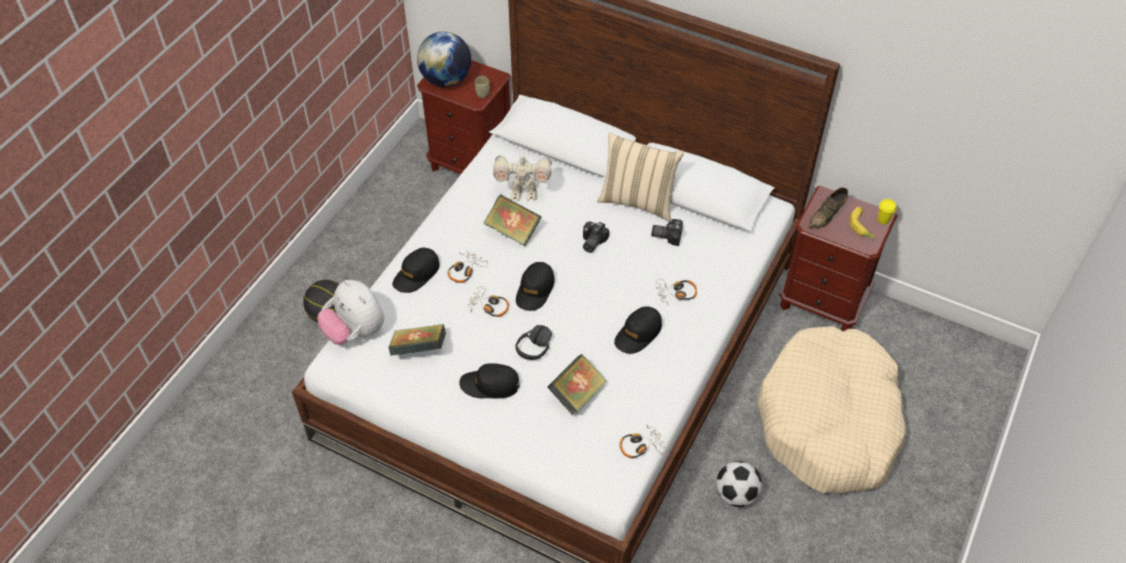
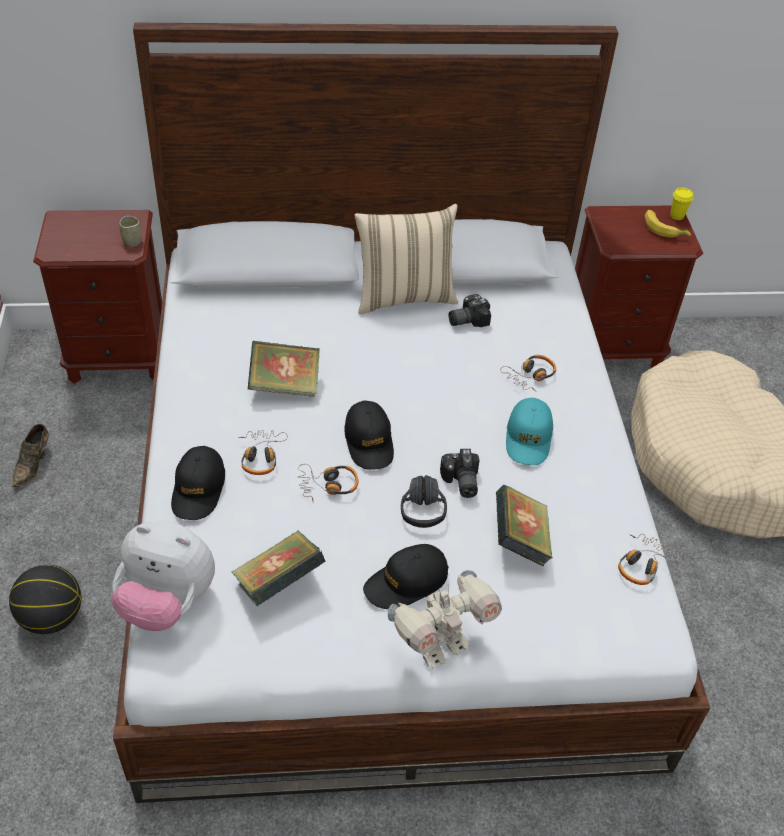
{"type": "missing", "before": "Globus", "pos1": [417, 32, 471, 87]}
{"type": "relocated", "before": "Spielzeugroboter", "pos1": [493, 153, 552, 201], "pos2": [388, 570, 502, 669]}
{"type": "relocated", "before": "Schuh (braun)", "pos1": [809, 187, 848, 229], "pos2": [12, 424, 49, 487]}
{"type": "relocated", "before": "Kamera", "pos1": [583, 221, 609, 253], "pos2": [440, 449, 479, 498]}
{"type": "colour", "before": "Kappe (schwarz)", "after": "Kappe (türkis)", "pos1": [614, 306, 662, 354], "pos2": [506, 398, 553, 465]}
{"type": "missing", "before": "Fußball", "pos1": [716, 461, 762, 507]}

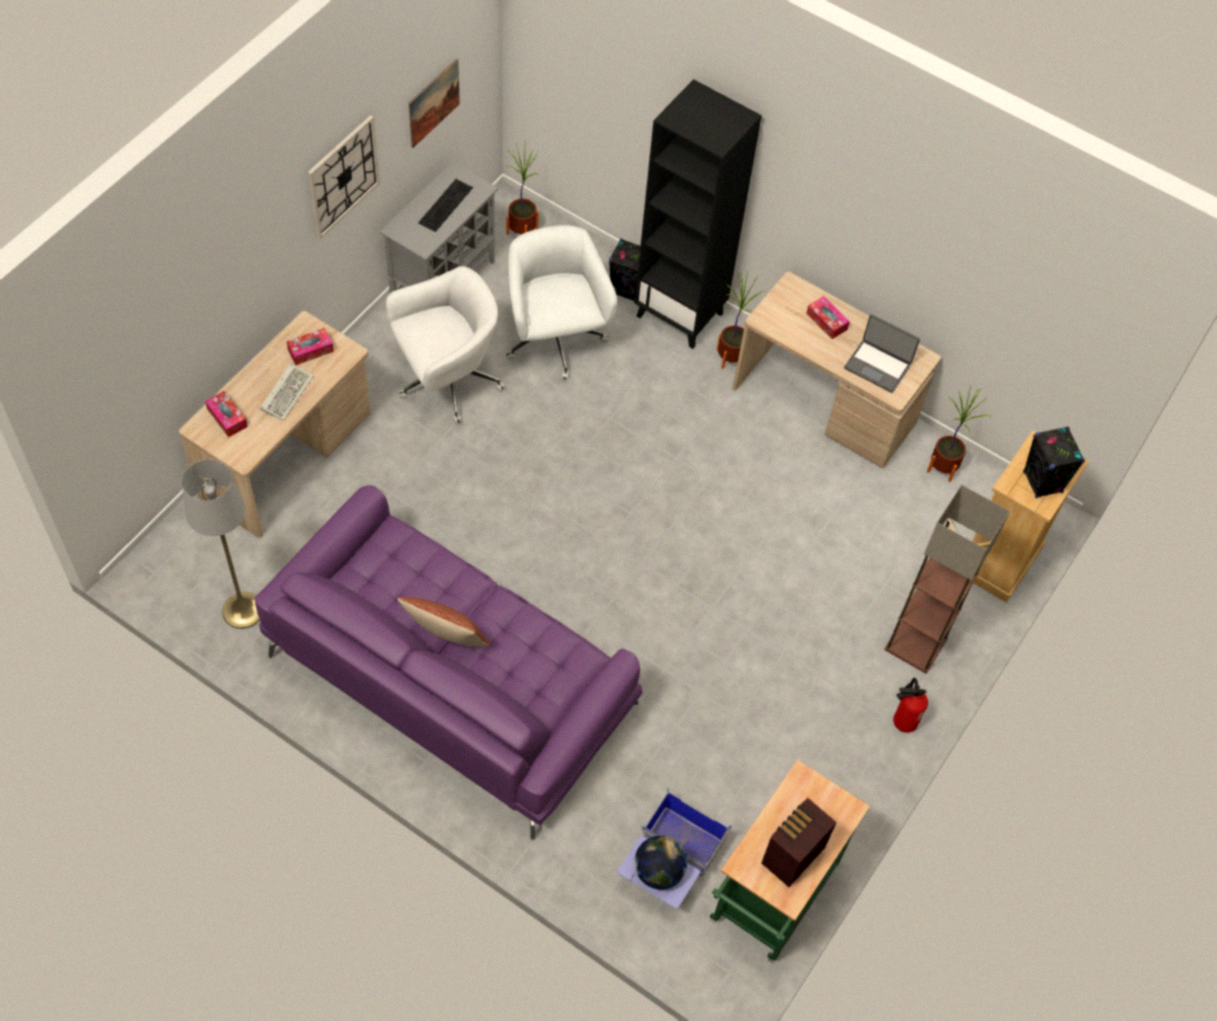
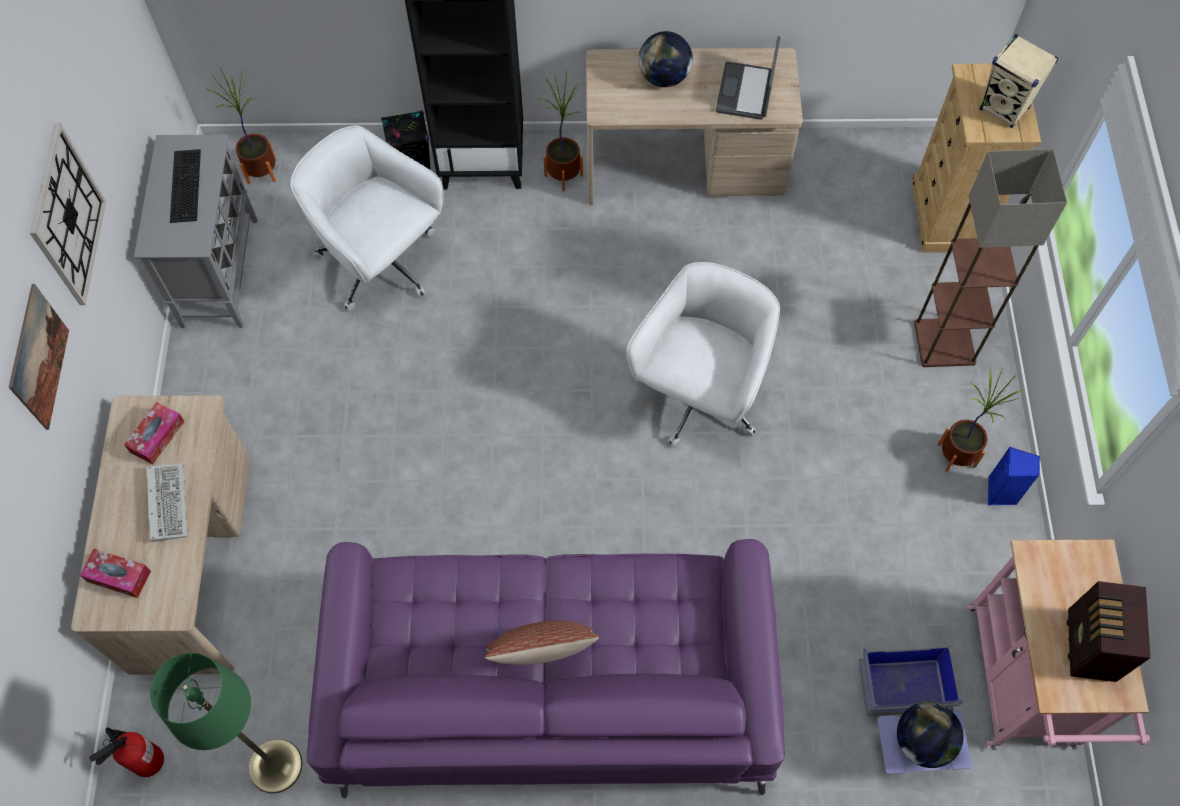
{"type": "relocated", "before": "Bild", "pos1": [408, 59, 460, 148], "pos2": [9, 284, 69, 430]}
{"type": "relocated", "before": "Bürostuhl (weiß)", "pos1": [386, 266, 505, 424], "pos2": [626, 262, 780, 447]}
{"type": "exchanged", "before": "Taschentuchbox", "after": "Globus", "pos1": [806, 296, 850, 339], "pos2": [639, 31, 693, 87]}
{"type": "spun", "before": "Laptop", "pos1": [844, 314, 920, 393], "pos2": [716, 36, 780, 120], "turn": 105}
{"type": "relocated", "before": "Topfpflanze", "pos1": [927, 386, 990, 482], "pos2": [937, 368, 1023, 472]}
{"type": "colour", "before": "Lautsprecher (schwarz)", "after": "Lautsprecher (beige)", "pos1": [1023, 426, 1085, 498], "pos2": [980, 34, 1058, 128]}
{"type": "colour", "before": "Stehlampe (grau)", "after": "Stehlampe (grün)", "pos1": [182, 459, 260, 629], "pos2": [150, 653, 302, 794]}
{"type": "relocated", "before": "Feuerlöscher", "pos1": [893, 678, 928, 733], "pos2": [89, 727, 164, 777]}
{"type": "colour", "before": "Rollwagen (grün)", "after": "Rollwagen (rosa)", "pos1": [710, 760, 870, 962], "pos2": [966, 539, 1150, 751]}
{"type": "appeared", "after": "Lautsprecher (blau)", "pos2": [987, 447, 1040, 505]}

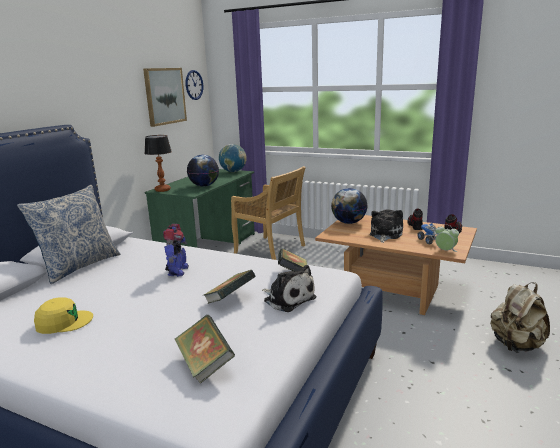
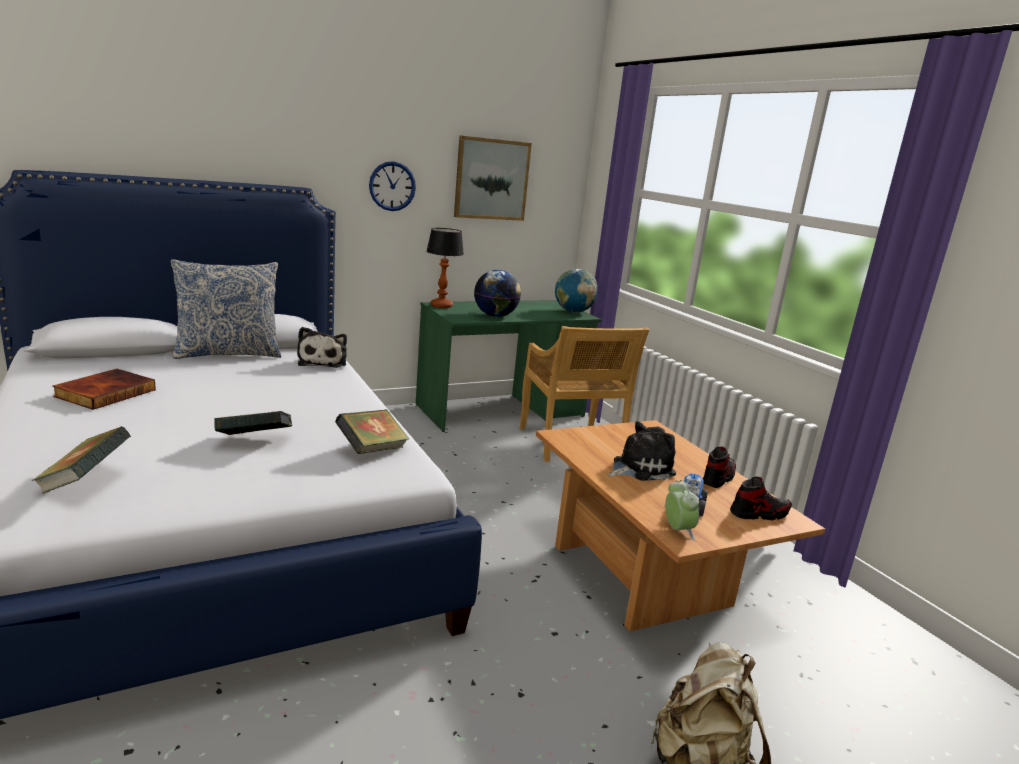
{"type": "relocated", "before": "Wanduhr", "pos1": [186, 70, 203, 100], "pos2": [369, 161, 416, 211]}
{"type": "missing", "before": "Globus", "pos1": [331, 188, 368, 224]}
{"type": "missing", "before": "Spielzeugroboter", "pos1": [163, 224, 189, 277]}
{"type": "relocated", "before": "Plüschtier", "pos1": [262, 265, 317, 312], "pos2": [297, 327, 347, 368]}
{"type": "exchanged", "before": "Kappe (gelb)", "after": "Buch", "pos1": [34, 297, 93, 334], "pos2": [52, 369, 156, 410]}

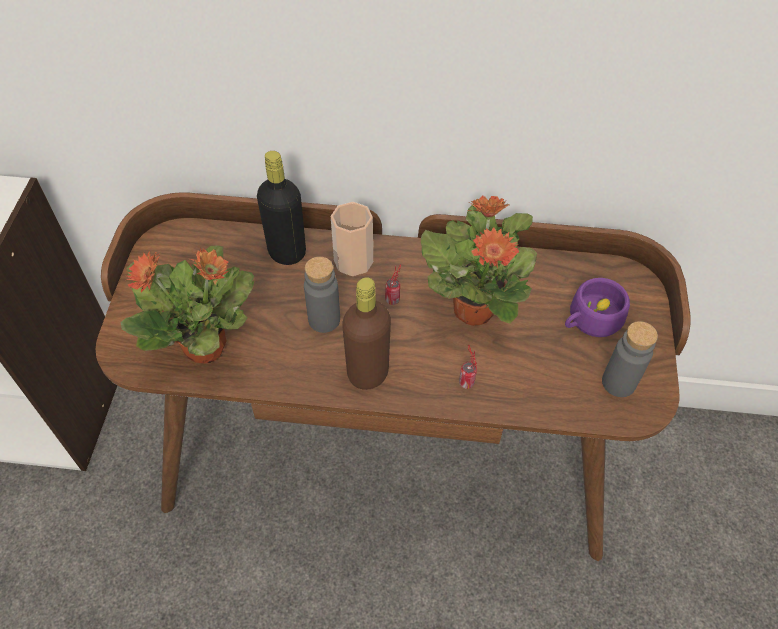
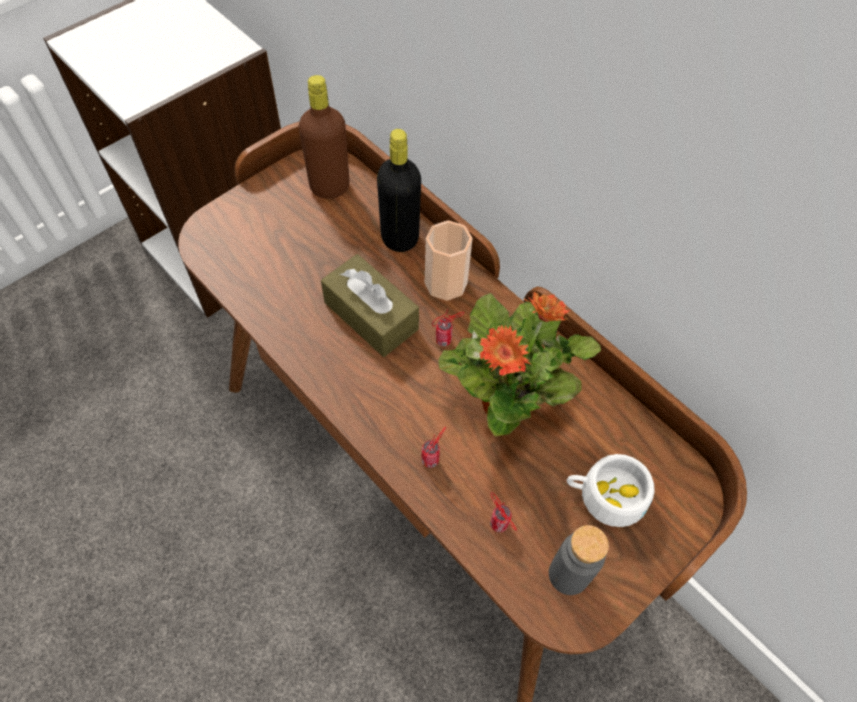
{"type": "missing", "before": "Topfpflanze", "pos1": [121, 245, 255, 364]}
{"type": "exchanged", "before": "Flasche (grau)", "after": "Taschentuchbox (braun)", "pos1": [304, 257, 340, 333], "pos2": [321, 254, 419, 357]}
{"type": "relocated", "before": "Flasche (braun)", "pos1": [342, 277, 391, 390], "pos2": [299, 75, 350, 199]}
{"type": "colour", "before": "Tasse (lila)", "after": "Tasse (weiß)", "pos1": [565, 278, 630, 337], "pos2": [567, 454, 655, 527]}
{"type": "appeared", "after": "Dose", "pos2": [490, 492, 517, 532]}

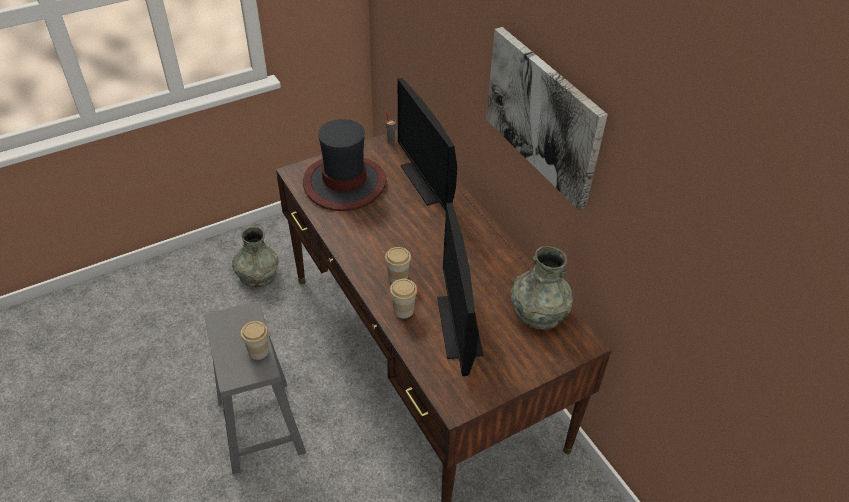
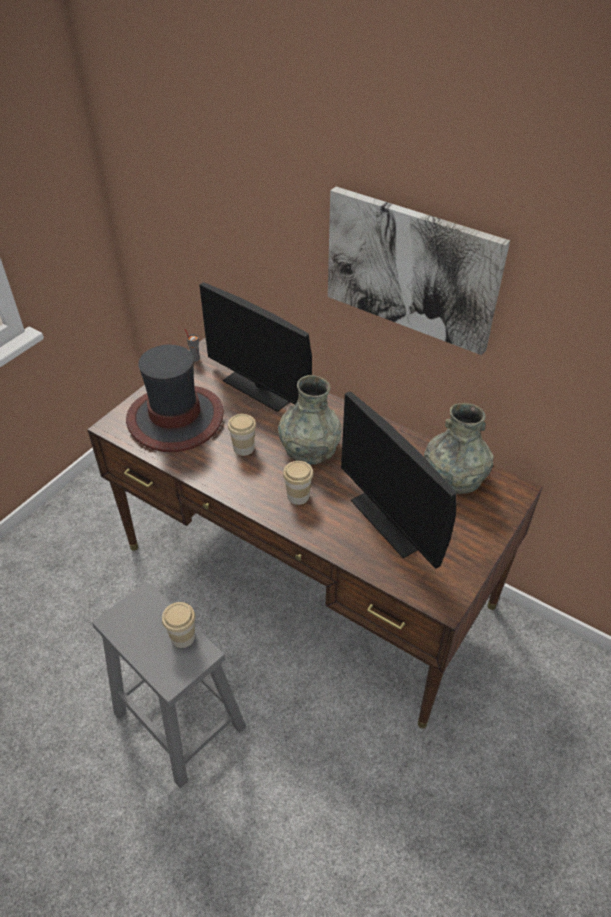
{"type": "relocated", "before": "Vase (grau)", "pos1": [232, 227, 279, 287], "pos2": [278, 375, 342, 465]}
{"type": "relocated", "before": "Tasse", "pos1": [390, 279, 417, 318], "pos2": [228, 414, 256, 456]}

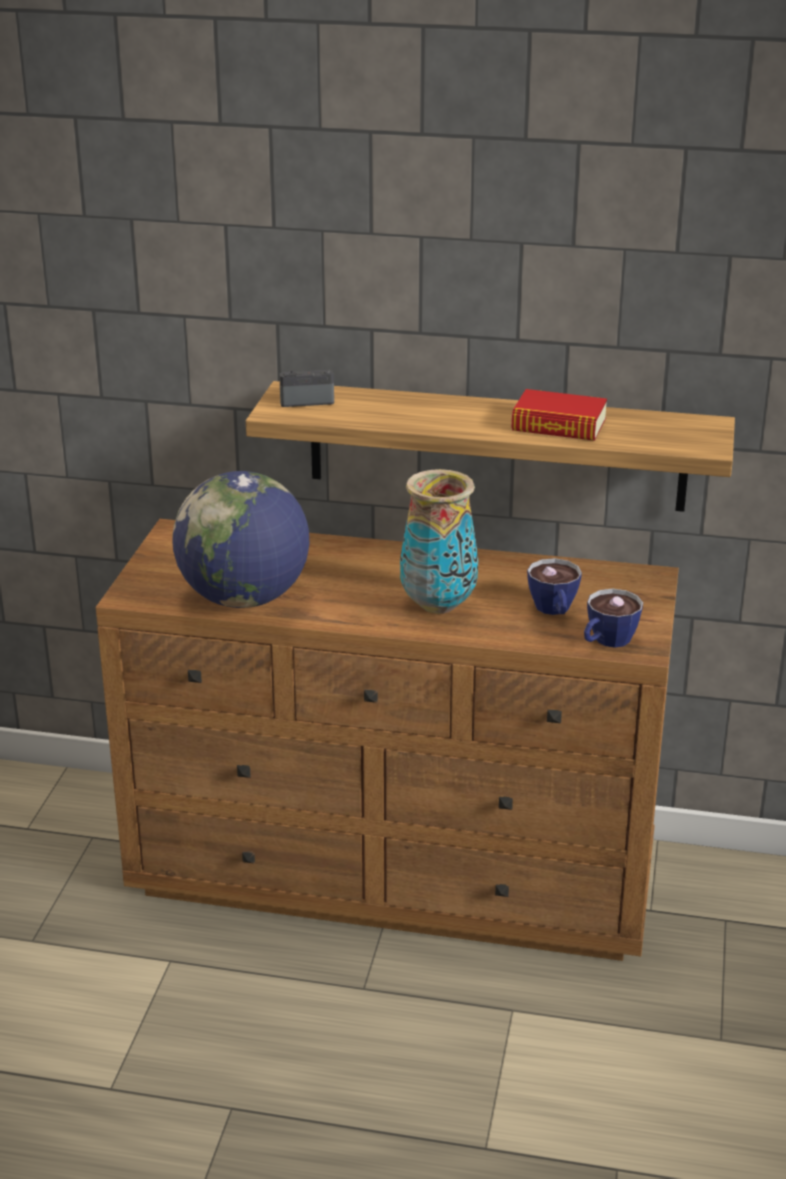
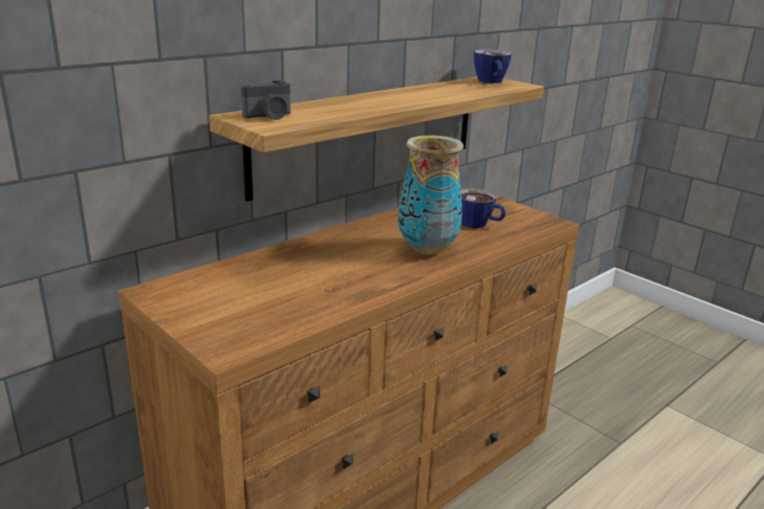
{"type": "spun", "before": "Kamera", "pos1": [279, 369, 334, 407], "pos2": [241, 80, 291, 120], "turn": -150}
{"type": "missing", "before": "Buch", "pos1": [511, 389, 607, 441]}
{"type": "missing", "before": "Globus", "pos1": [172, 471, 309, 608]}
{"type": "relocated", "before": "Tasse", "pos1": [584, 589, 643, 648], "pos2": [474, 49, 512, 83]}

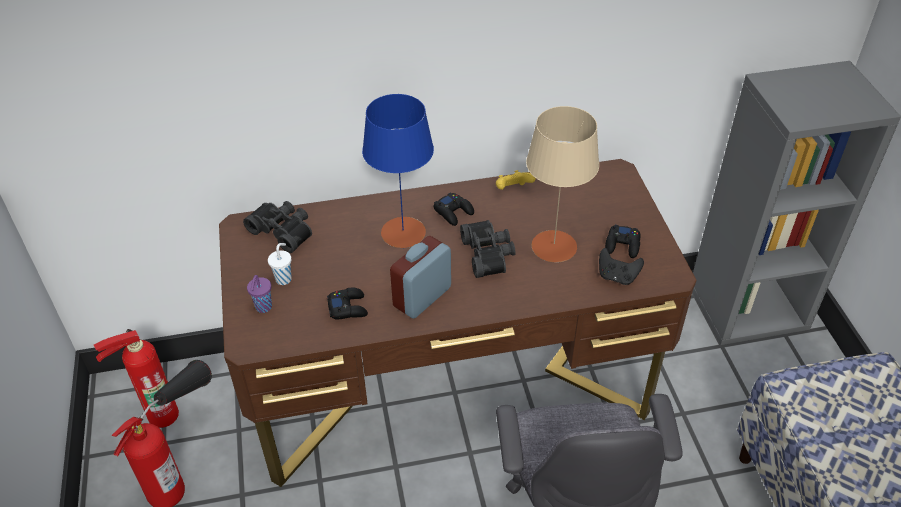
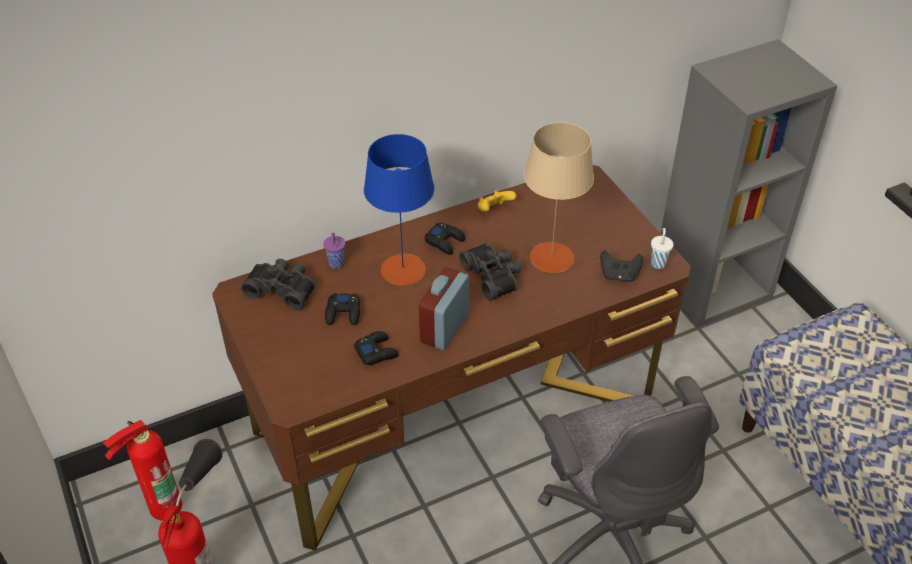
{"type": "relocated", "before": "Gamepad (schwarz)", "pos1": [605, 225, 640, 258], "pos2": [325, 293, 360, 325]}
{"type": "relocated", "before": "Tasse (weiß)", "pos1": [268, 243, 292, 285], "pos2": [651, 228, 673, 269]}
{"type": "relocated", "before": "Tasse (lila)", "pos1": [247, 275, 272, 313], "pos2": [323, 232, 345, 269]}

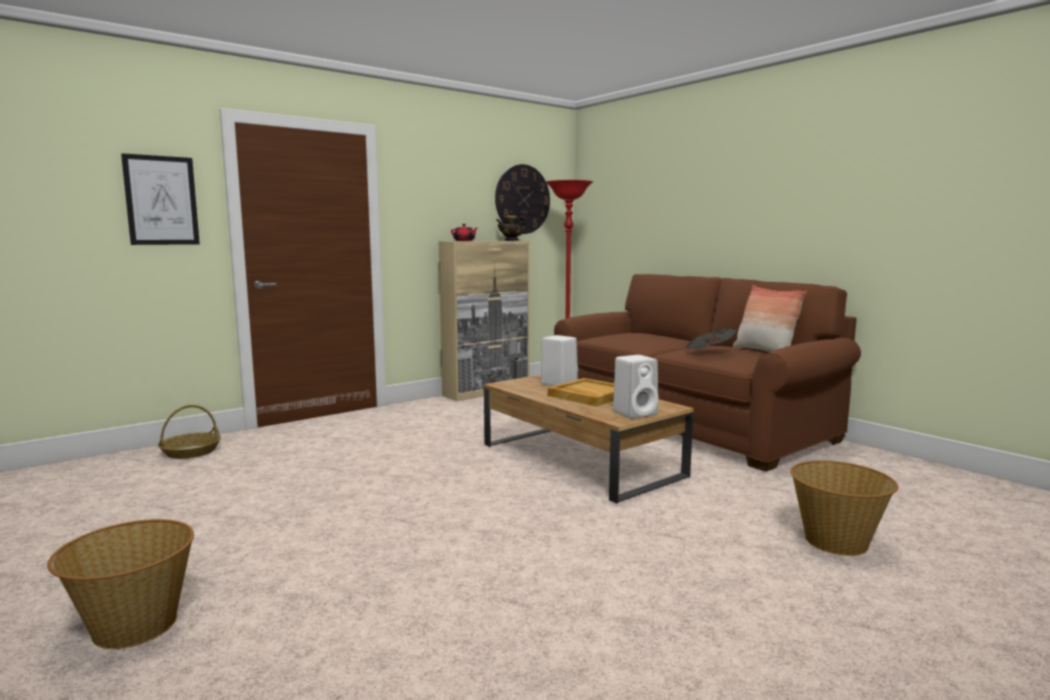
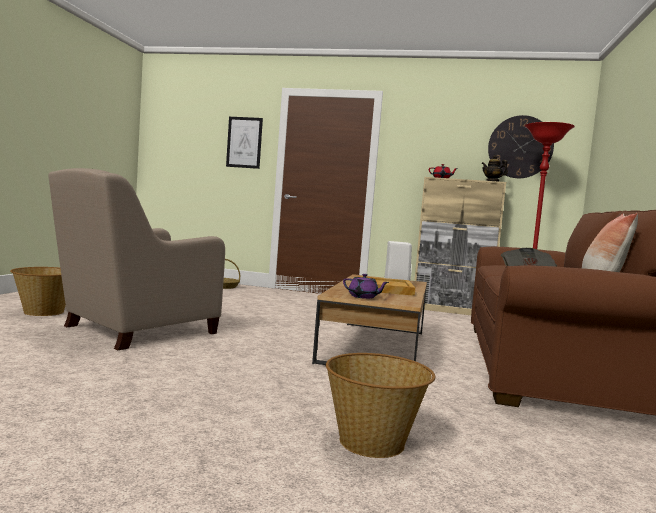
{"type": "exchanged", "before": "Lautsprecher (weiß)", "after": "Teekanne (lila)", "pos1": [613, 355, 658, 419], "pos2": [343, 274, 389, 299]}
{"type": "appeared", "after": "Sessel (beige)", "pos2": [48, 168, 225, 350]}

